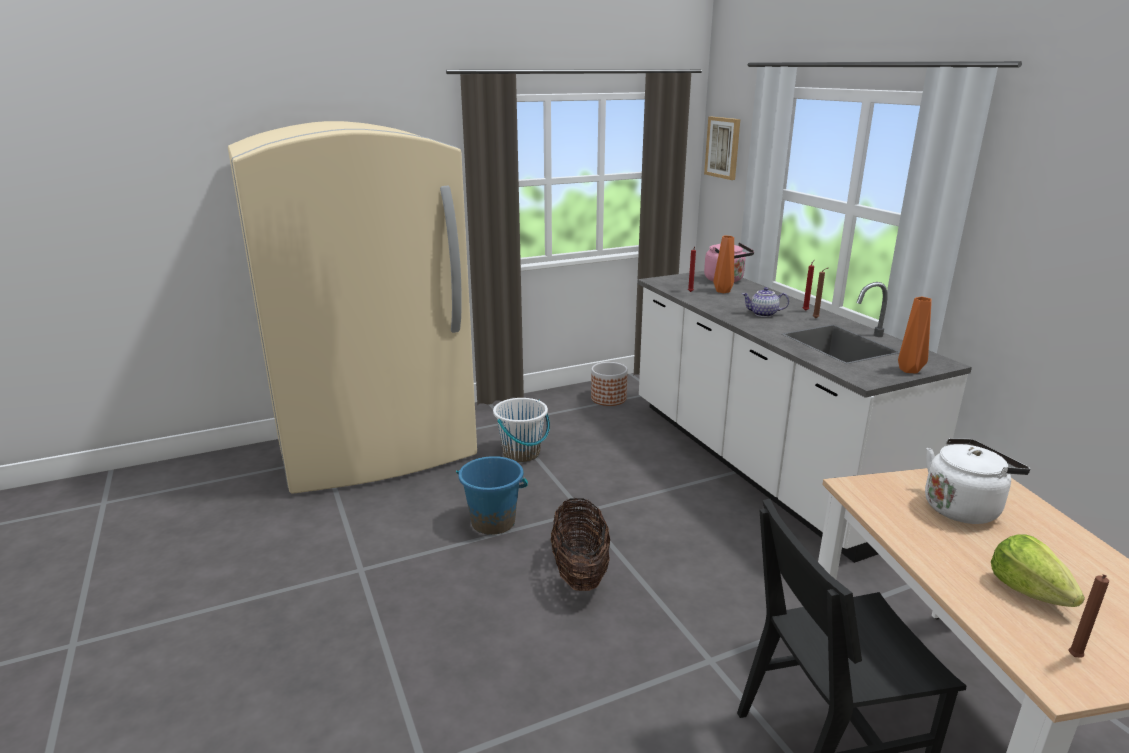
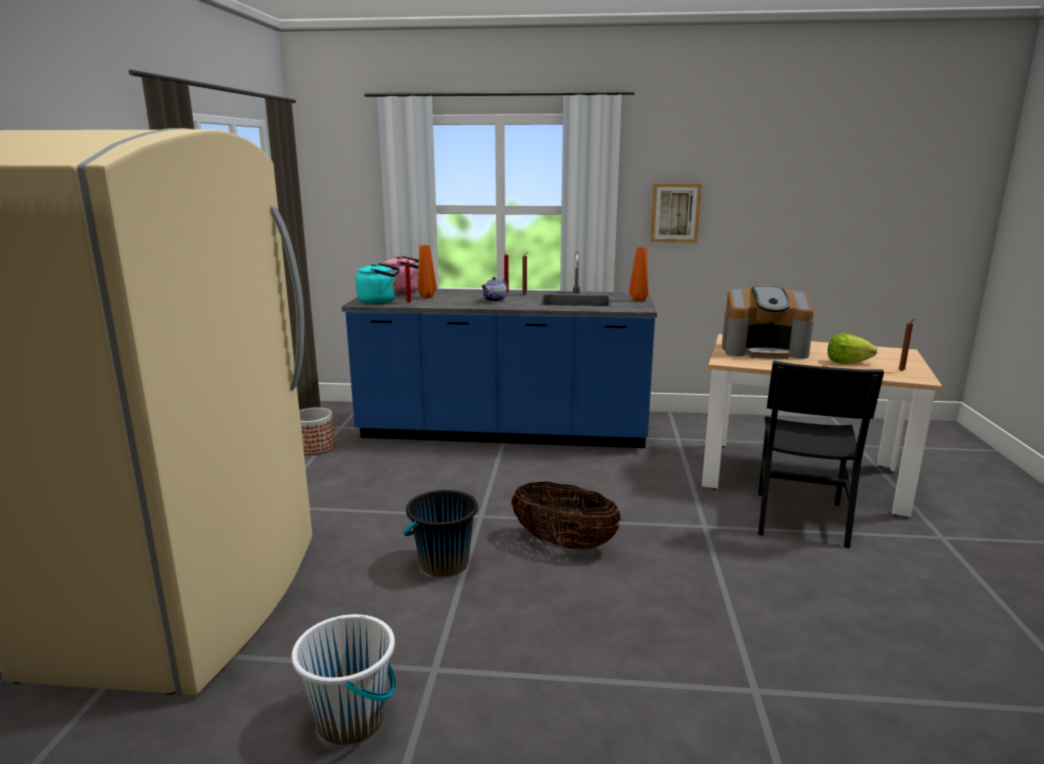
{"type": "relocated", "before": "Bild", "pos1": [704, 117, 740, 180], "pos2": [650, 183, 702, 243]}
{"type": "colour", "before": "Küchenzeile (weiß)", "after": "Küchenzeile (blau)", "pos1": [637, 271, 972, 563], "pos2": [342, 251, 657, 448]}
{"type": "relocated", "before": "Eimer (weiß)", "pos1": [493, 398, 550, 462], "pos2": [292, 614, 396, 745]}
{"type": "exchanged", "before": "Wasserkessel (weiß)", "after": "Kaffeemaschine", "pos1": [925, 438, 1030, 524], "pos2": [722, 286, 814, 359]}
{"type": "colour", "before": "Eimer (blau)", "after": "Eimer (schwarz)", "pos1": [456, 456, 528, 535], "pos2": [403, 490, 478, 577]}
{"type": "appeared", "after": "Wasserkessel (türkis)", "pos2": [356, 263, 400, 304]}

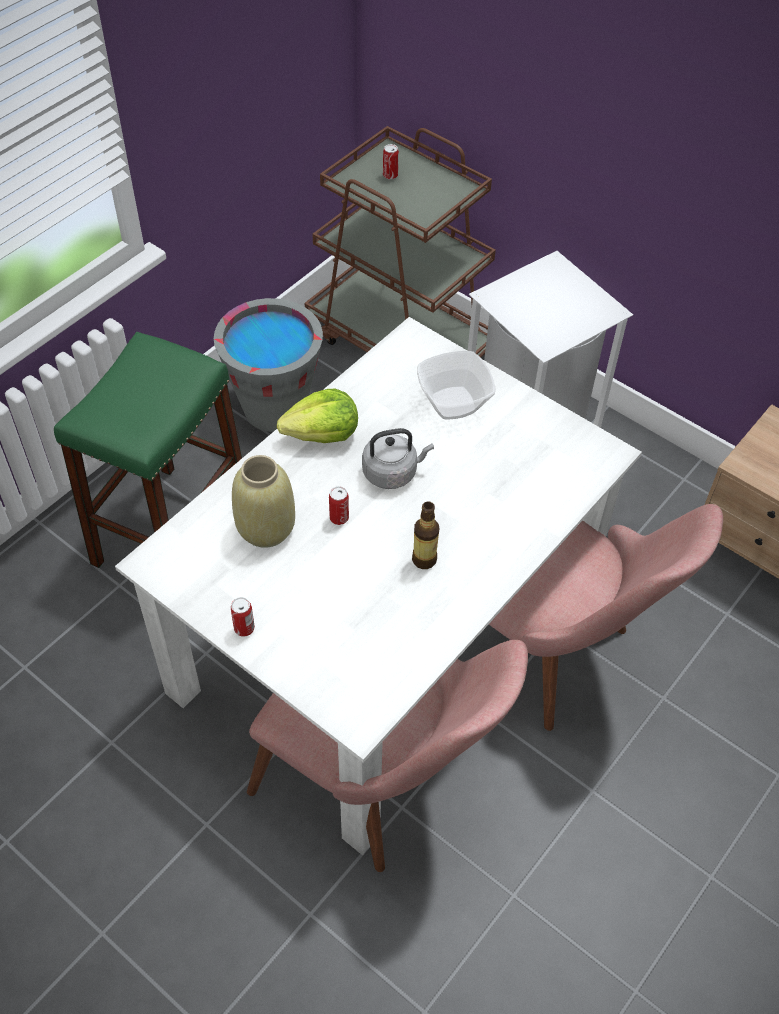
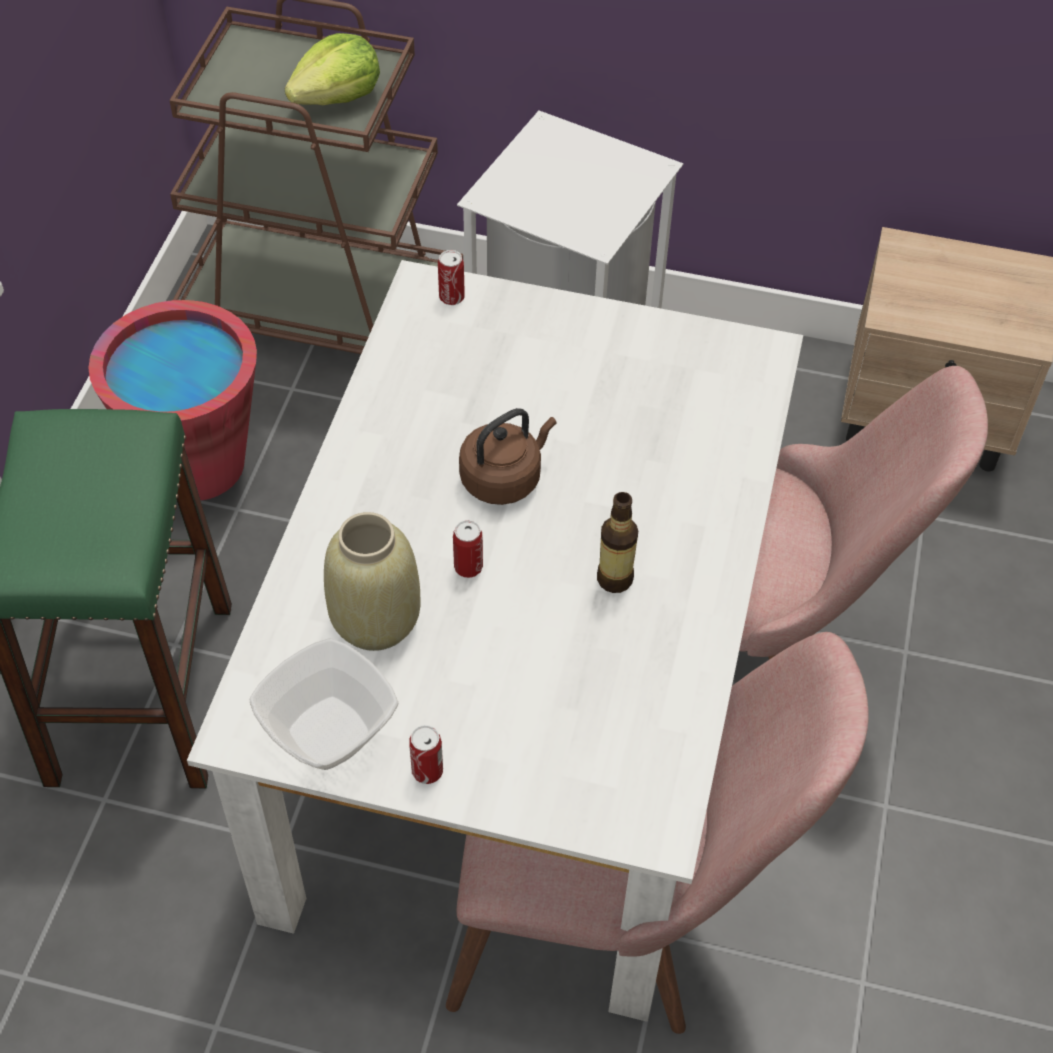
{"type": "relocated", "before": "Dose", "pos1": [383, 144, 399, 180], "pos2": [438, 250, 465, 305]}
{"type": "colour", "before": "Eimer (grau)", "after": "Eimer (rot)", "pos1": [214, 298, 323, 432], "pos2": [88, 300, 257, 501]}
{"type": "relocated", "before": "Schüssel", "pos1": [417, 351, 495, 420], "pos2": [250, 638, 398, 770]}
{"type": "relocated", "before": "Salatkopf", "pos1": [277, 389, 358, 443], "pos2": [285, 33, 380, 105]}
{"type": "colour", "before": "Wasserkessel (grau)", "after": "Wasserkessel (braun)", "pos1": [362, 428, 434, 489], "pos2": [459, 408, 556, 505]}

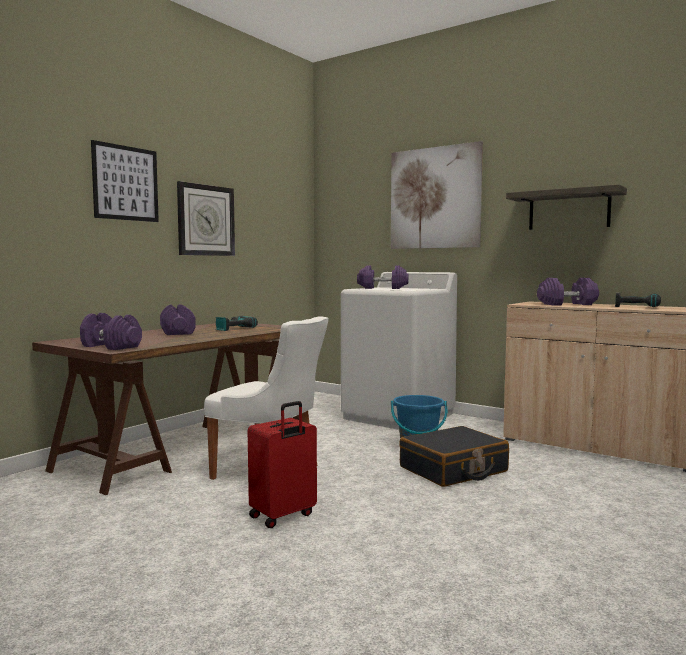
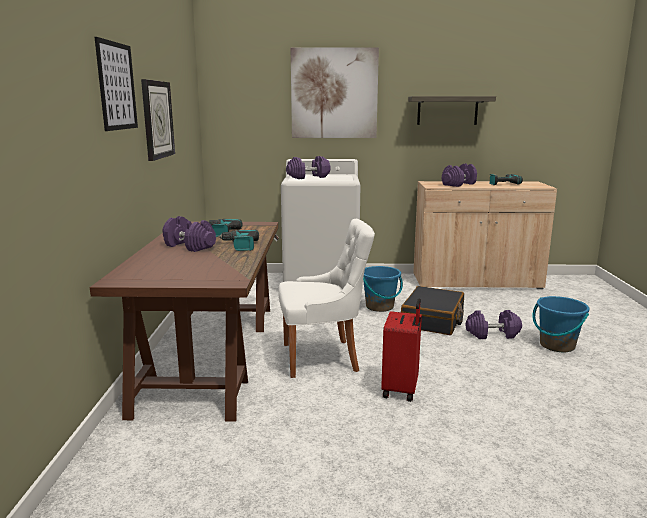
{"type": "relocated", "before": "Hantel (lila)", "pos1": [80, 313, 142, 350], "pos2": [466, 310, 522, 339]}
{"type": "appeared", "after": "Bohrmaschine", "pos2": [217, 230, 259, 251]}
{"type": "appeared", "after": "Eimer (blau)", "pos2": [532, 296, 589, 352]}

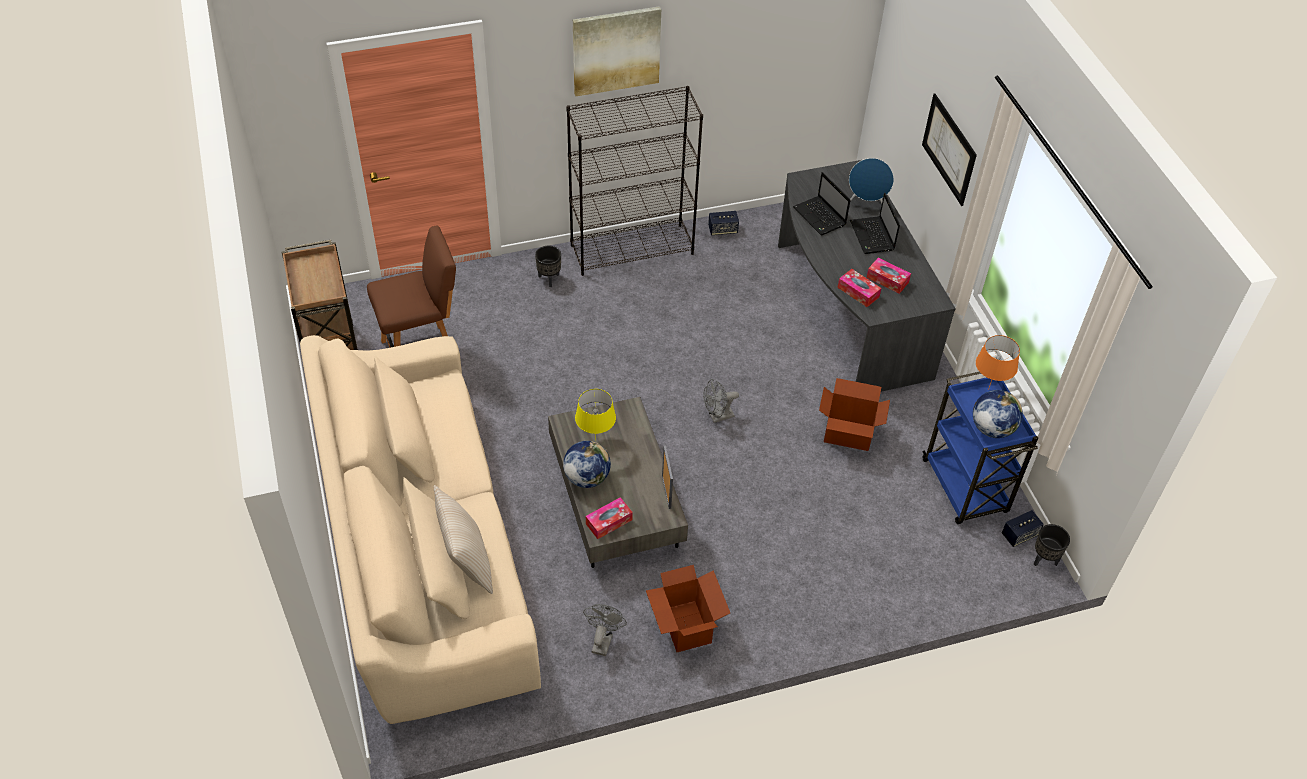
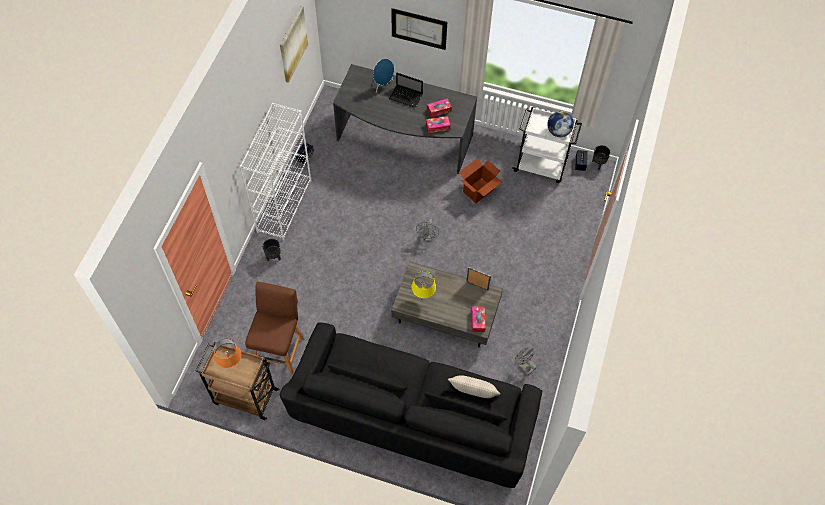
{"type": "relocated", "before": "Bild", "pos1": [573, 6, 661, 96], "pos2": [280, 6, 308, 83]}
{"type": "colour", "before": "Bücherregal (schwarz)", "after": "Bücherregal (weiß)", "pos1": [566, 86, 703, 276], "pos2": [240, 103, 311, 241]}
{"type": "missing", "before": "Laptop", "pos1": [793, 172, 850, 235]}
{"type": "colour", "before": "Sofa (beige)", "after": "Sofa (schwarz)", "pos1": [300, 335, 541, 724], "pos2": [280, 323, 542, 488]}
{"type": "relocated", "before": "Tischlampe (orange)", "pos1": [976, 335, 1020, 390], "pos2": [214, 338, 241, 368]}
{"type": "colour", "before": "Rollwagen (blau)", "after": "Rollwagen (weiß)", "pos1": [922, 372, 1038, 524], "pos2": [512, 107, 582, 183]}
{"type": "missing", "before": "Globus", "pos1": [563, 441, 611, 488]}
{"type": "missing", "before": "Karton", "pos1": [646, 565, 730, 652]}

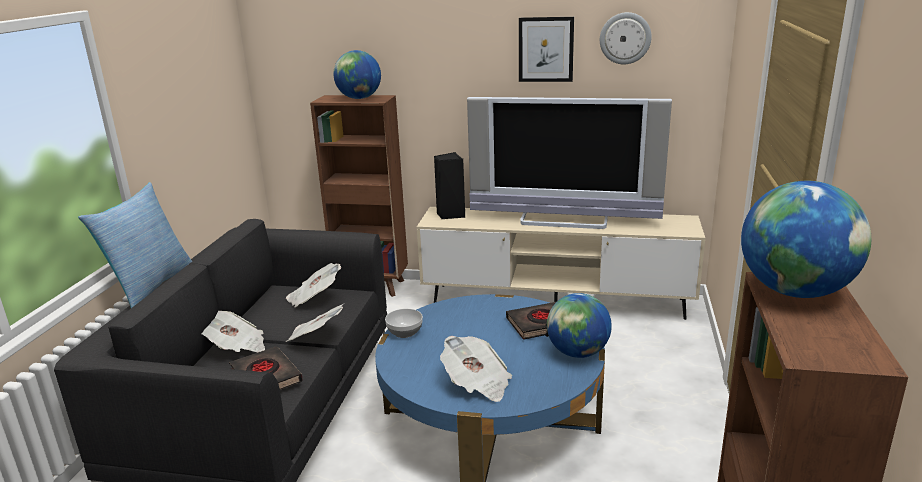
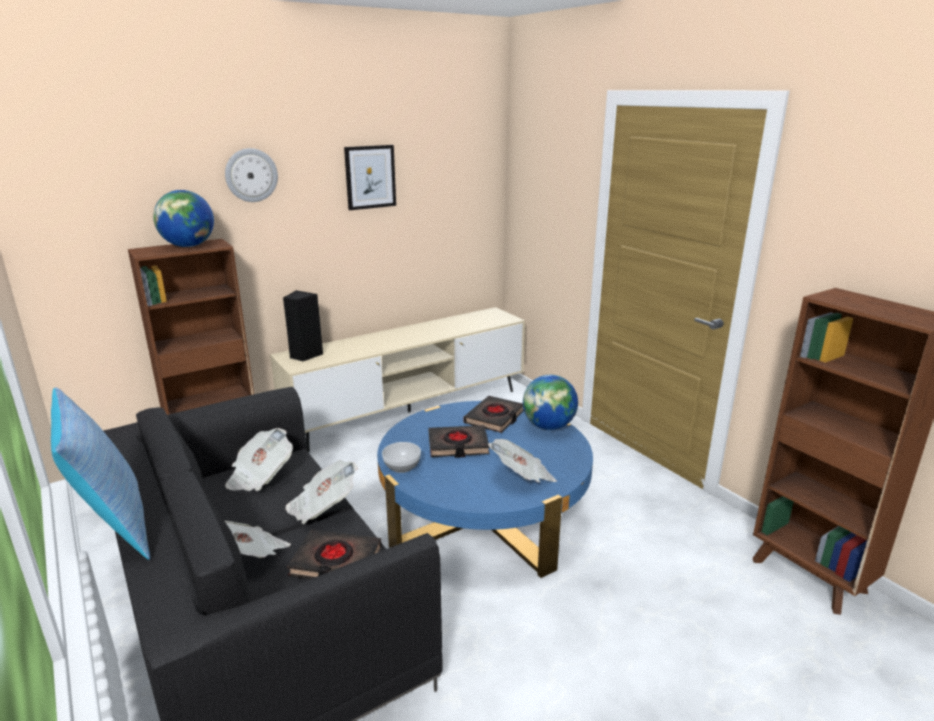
{"type": "relocated", "before": "Wanduhr", "pos1": [600, 12, 652, 64], "pos2": [225, 148, 278, 202]}
{"type": "missing", "before": "Fernseher", "pos1": [467, 97, 672, 229]}
{"type": "missing", "before": "Globus", "pos1": [741, 181, 871, 298]}
{"type": "appeared", "after": "Buch (schwarz)", "pos2": [429, 425, 490, 458]}

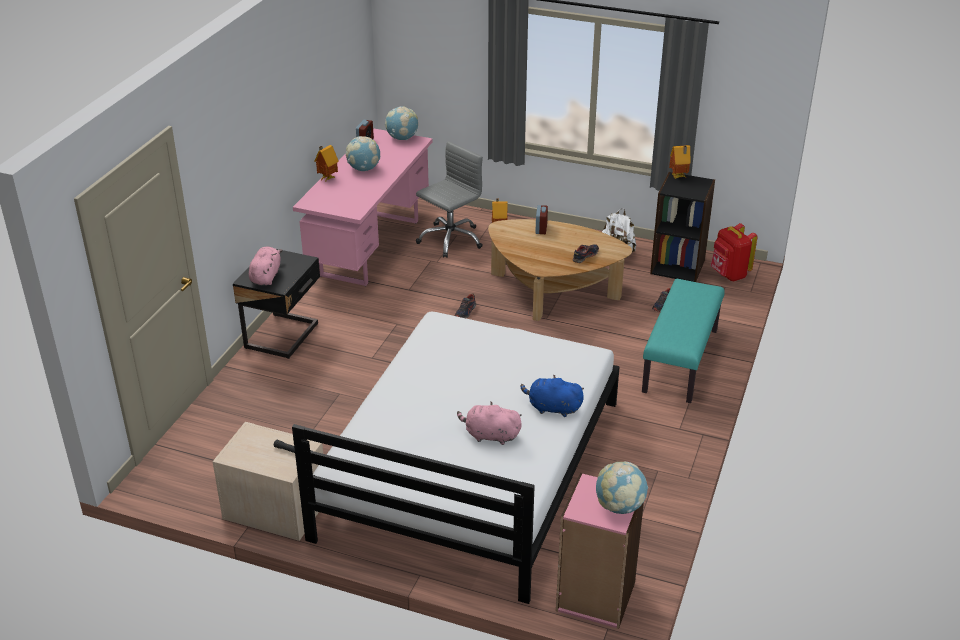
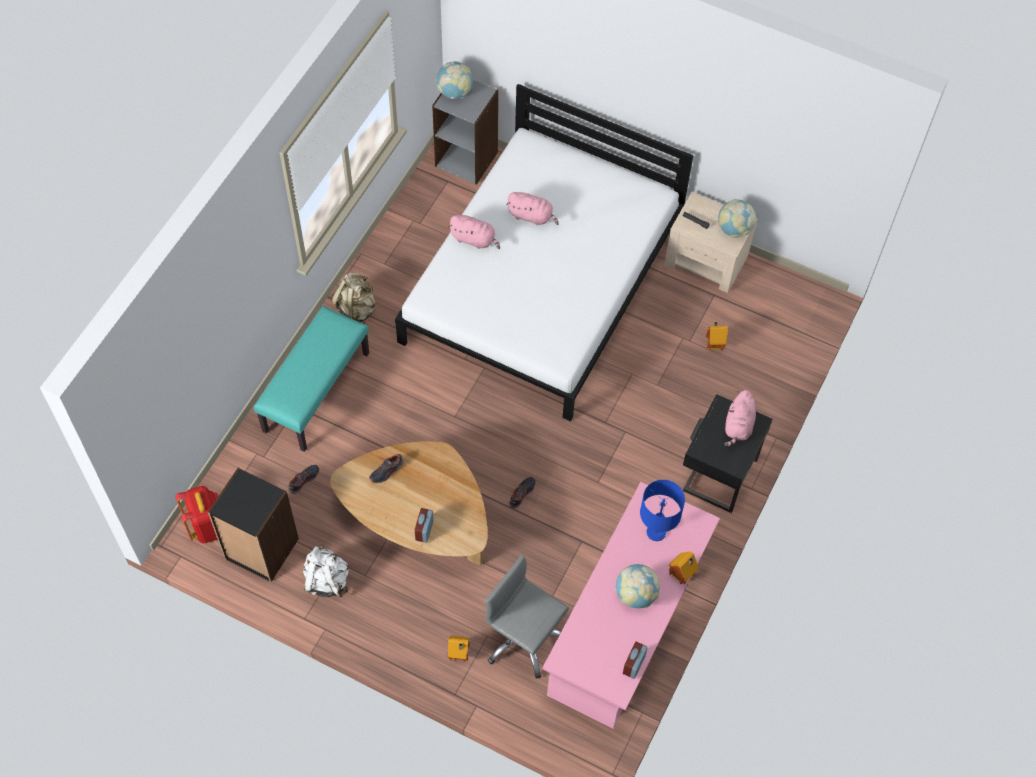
{"type": "relocated", "before": "Globus", "pos1": [385, 106, 418, 140], "pos2": [718, 199, 757, 238]}
{"type": "spun", "before": "Bürostuhl (grau)", "pos1": [416, 141, 483, 258], "pos2": [485, 554, 569, 679], "turn": 75}
{"type": "relocated", "before": "Spielzeughaus", "pos1": [669, 145, 690, 179], "pos2": [706, 322, 728, 350]}
{"type": "colour", "before": "Plüschtier (blau)", "after": "Plüschtier (rosa)", "pos1": [520, 374, 584, 417], "pos2": [448, 215, 500, 249]}
{"type": "colour", "before": "Bücherregal (rosa)", "after": "Bücherregal (grau)", "pos1": [556, 473, 644, 629], "pos2": [432, 80, 499, 185]}
{"type": "appeared", "after": "Rucksack (beige)", "pos2": [332, 273, 375, 324]}
{"type": "appeared", "after": "Tischlampe (blau)", "pos2": [640, 480, 685, 541]}

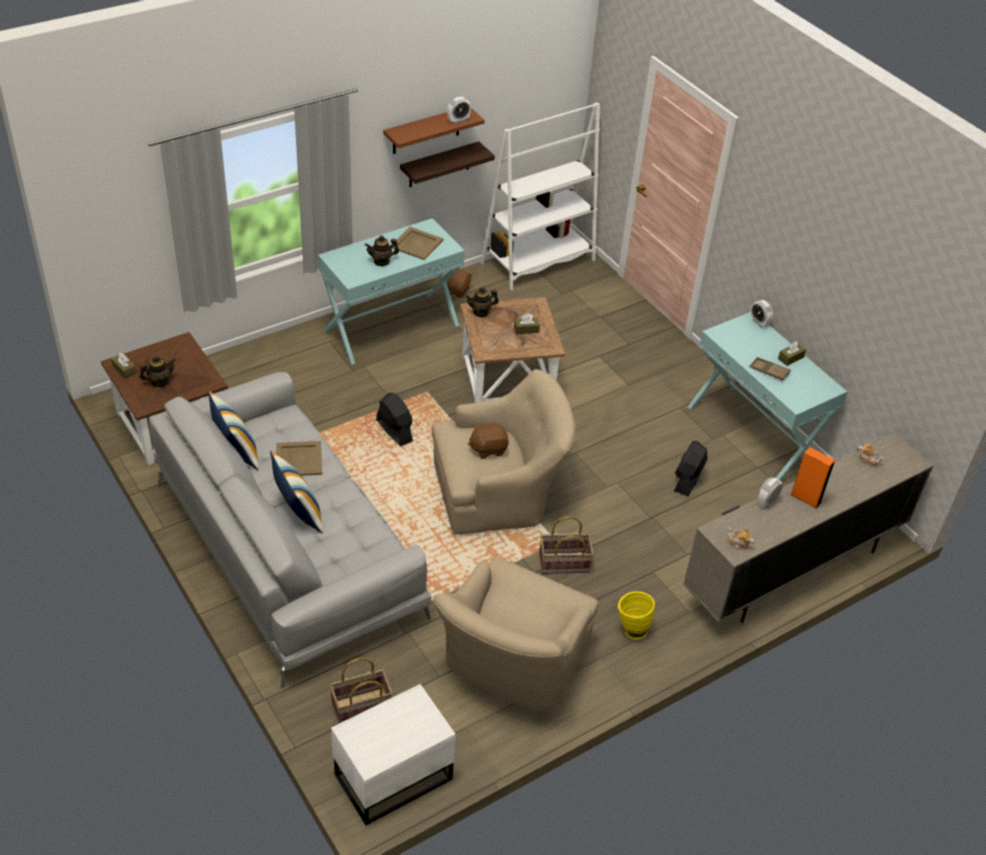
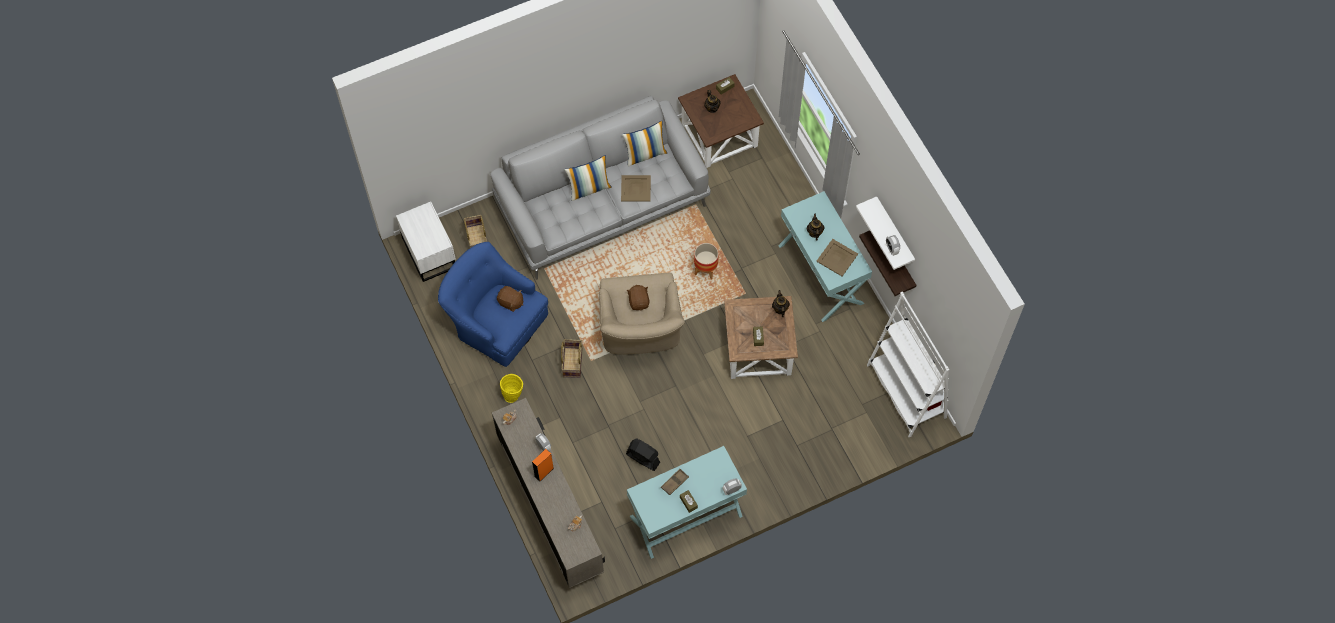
{"type": "colour", "before": "Wandregal (braun)", "after": "Wandregal (weiß)", "pos1": [383, 108, 485, 154], "pos2": [856, 196, 915, 270]}
{"type": "relocated", "before": "Plüschtier (braun)", "pos1": [446, 269, 473, 298], "pos2": [497, 286, 524, 312]}
{"type": "exchanged", "before": "Ventilator (schwarz)", "after": "Pflanzkübel", "pos1": [376, 393, 413, 447], "pos2": [694, 243, 719, 279]}
{"type": "colour", "before": "Sessel (beige)", "after": "Sessel (blau)", "pos1": [433, 556, 598, 711], "pos2": [438, 242, 548, 367]}

